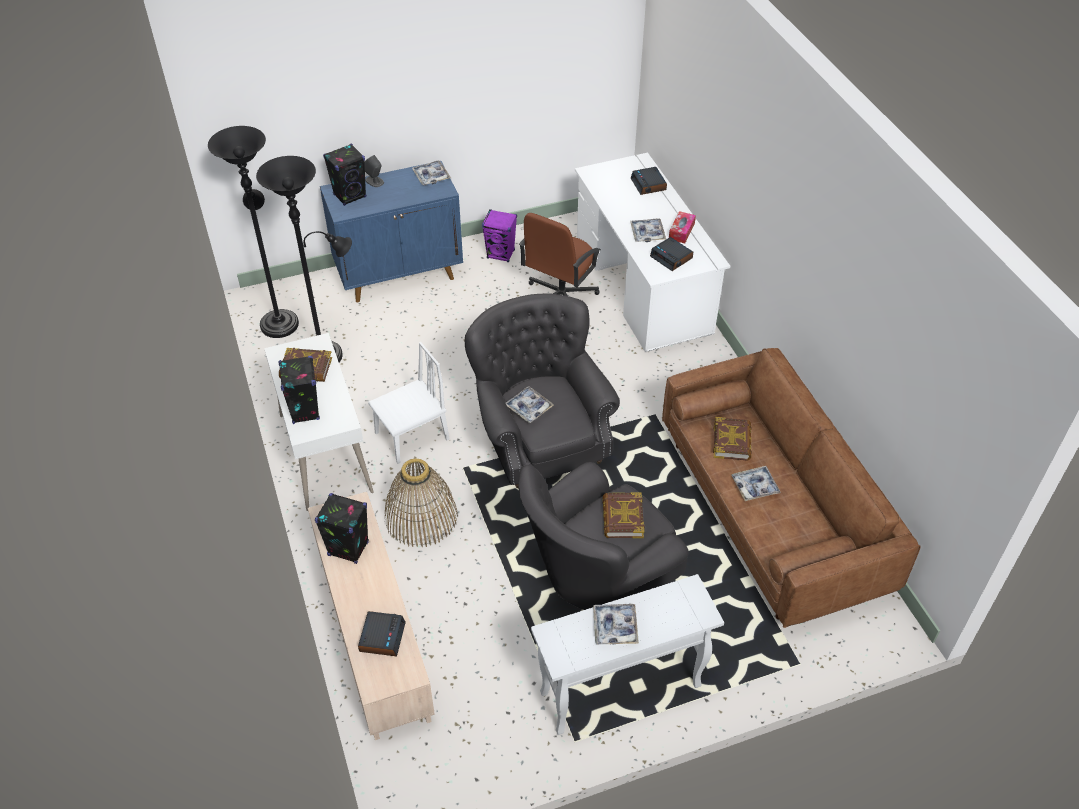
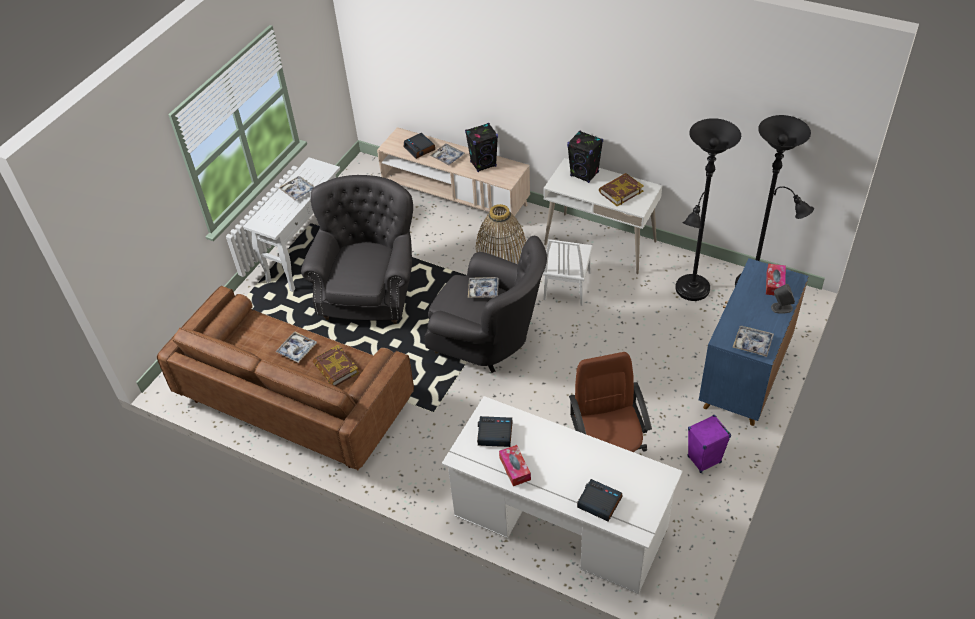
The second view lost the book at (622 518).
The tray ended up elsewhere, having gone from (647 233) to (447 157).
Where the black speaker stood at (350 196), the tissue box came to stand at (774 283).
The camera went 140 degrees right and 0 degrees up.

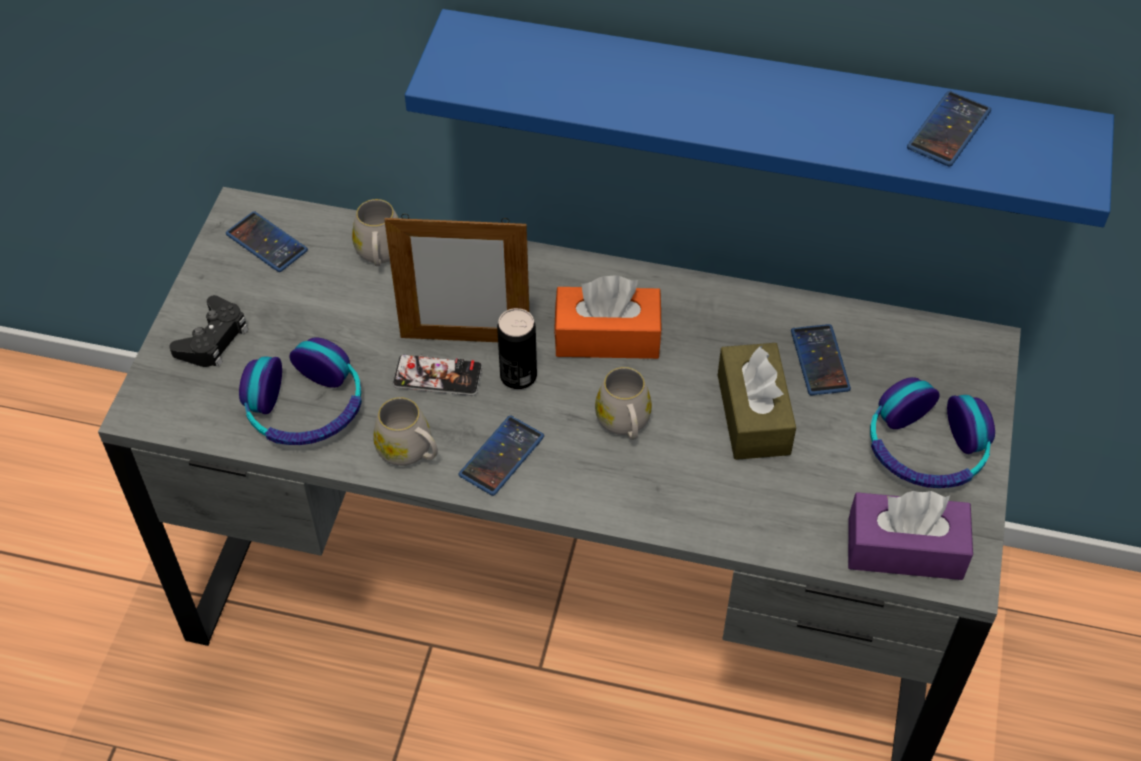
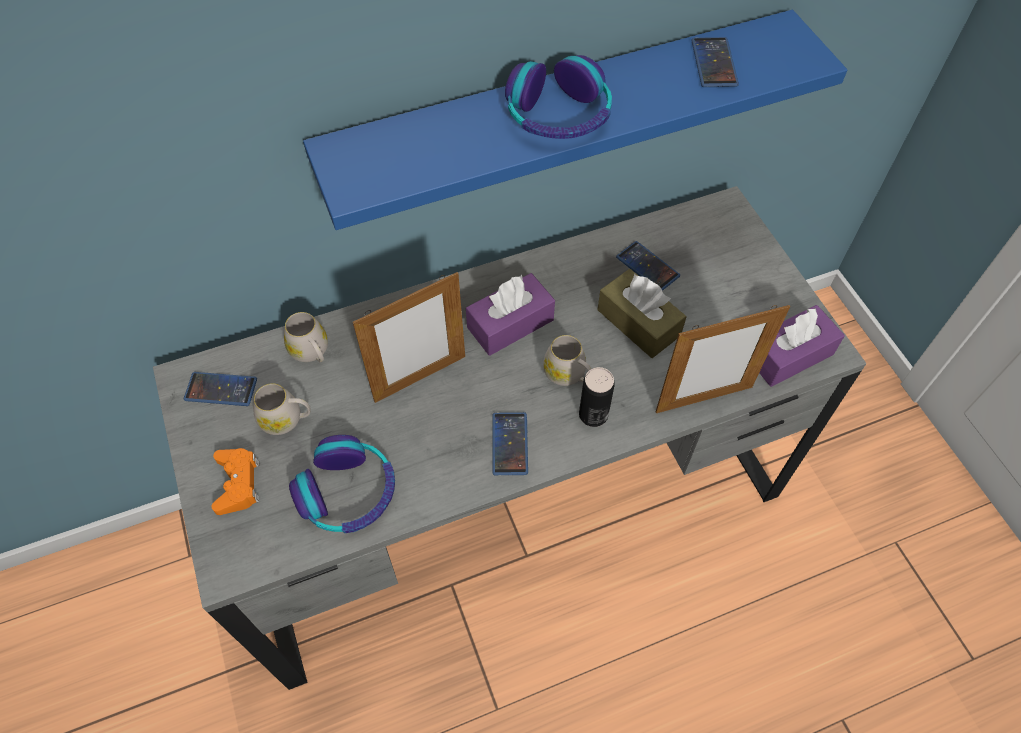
The second view lost the phone at (437 376).
The second view gained the picture frame at (704 399).
The white mug ended up elsewhere, having gone from (410 452) to (286 419).
The can ended up elsewhere, having gone from (518 376) to (593 414).
The headphones ended up elsewhere, having gone from (926 449) to (558 115).
What was the black game controller at (213 339) turned into the orange game controller at (237 483).
What was the orange tissue box at (607 336) turned into the purple tissue box at (510 324).
The camera went 35 degrees left and 5 degrees up.

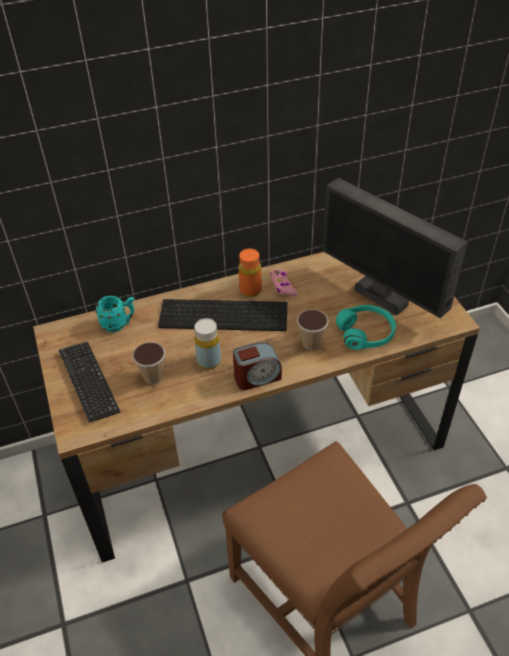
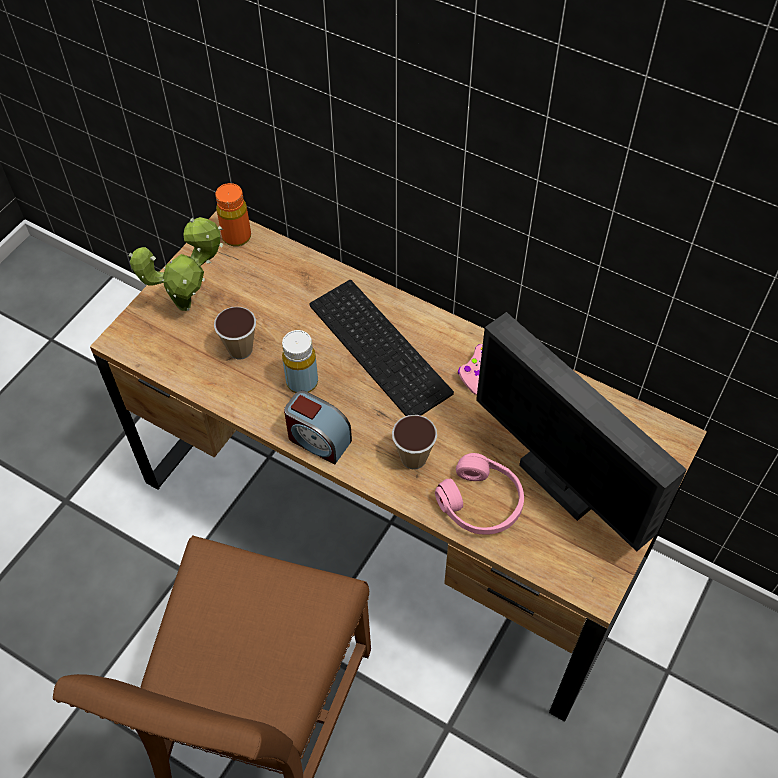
The second view lost the turquoise mug at (119 324).
The orange bottle ended up elsewhere, having gone from (250 290) to (237 237).
Where the keyboard stood at (88 382), the potted plant came to stand at (189 303).
What was the turquoise headphones at (366 333) turned into the pink headphones at (481 502).
The monitor at (382 297) ended up facing another way, 45 degrees counterclockwise from before.
The camera went 50 degrees right and 10 degrees up.

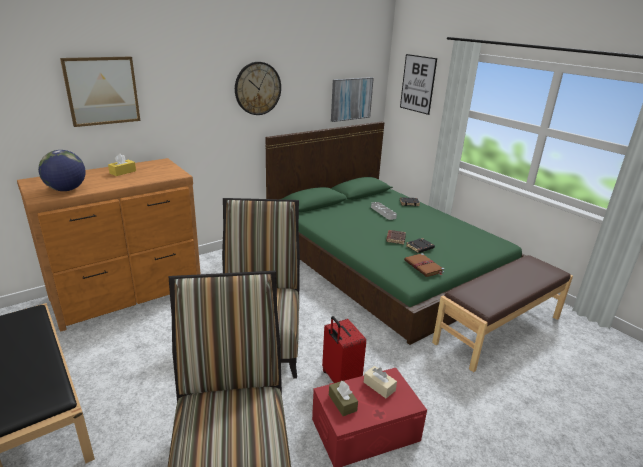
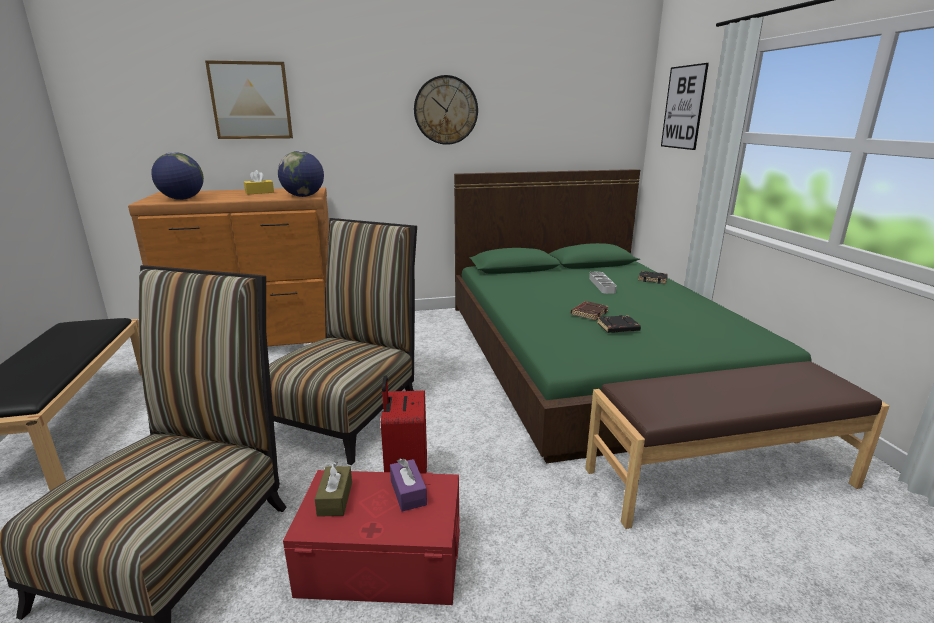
The second view lost the picture at (351 99).
The second view lost the brown book at (424 267).
The second view gained the globe at (303 196).
What was the beige tissue box at (379 386) turned into the purple tissue box at (408 492).
The camera went 25 degrees right and 5 degrees down.

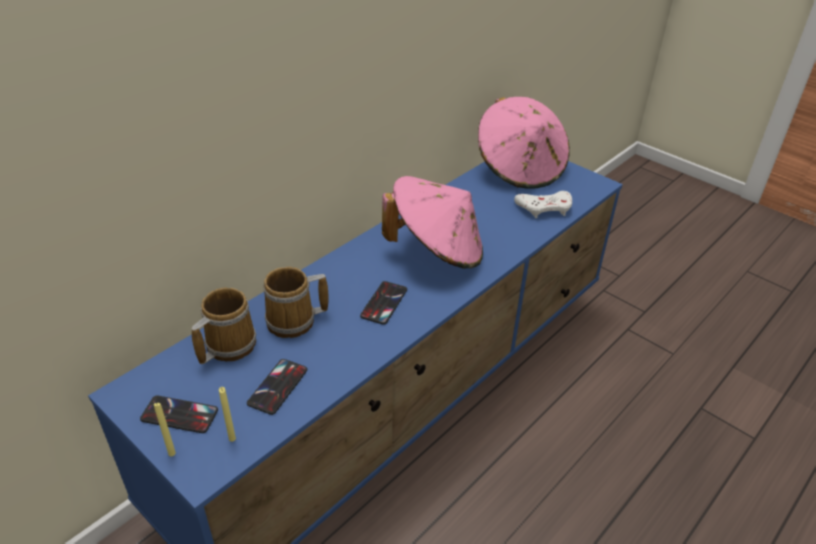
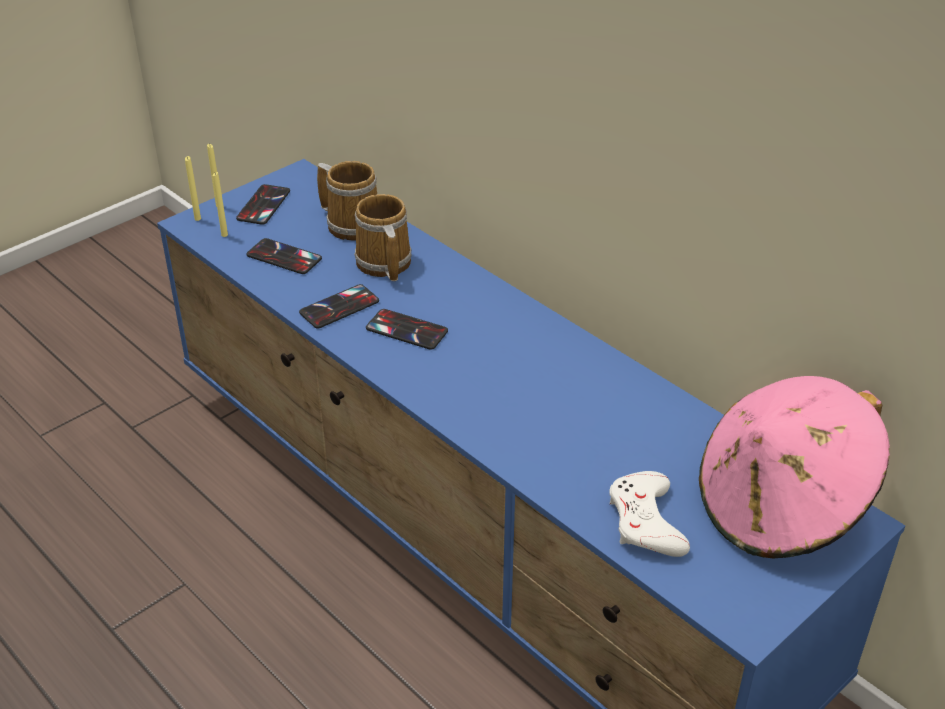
The second view lost the pink hat at (436 251).
The second view gained the yellow candle at (197 219).
The second view gained the phone at (339 307).
The camera went 95 degrees right and 0 degrees up.

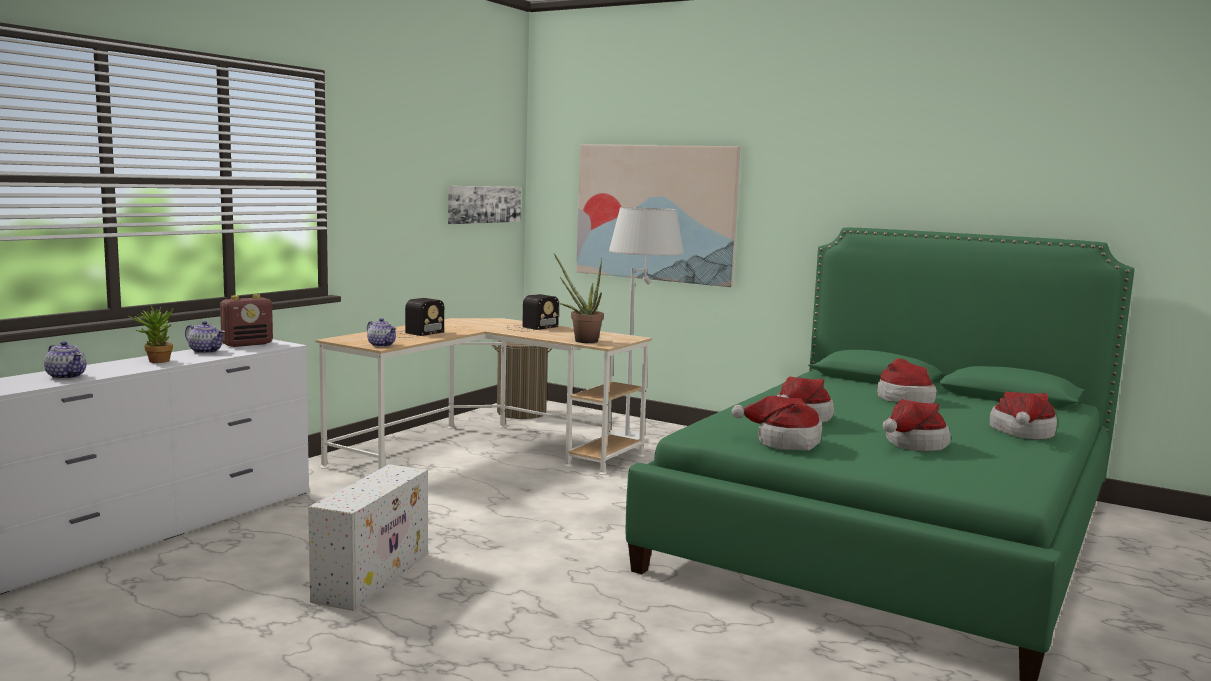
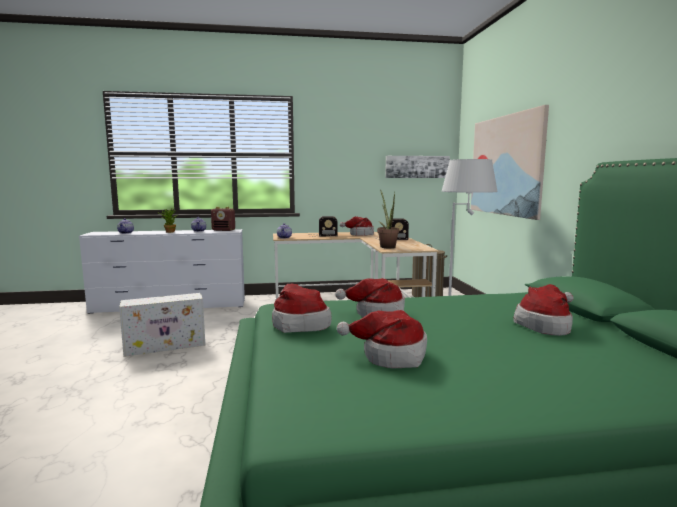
The hat ended up elsewhere, having gone from (1021 433) to (360 234).
The camera went 50 degrees right and 0 degrees up.

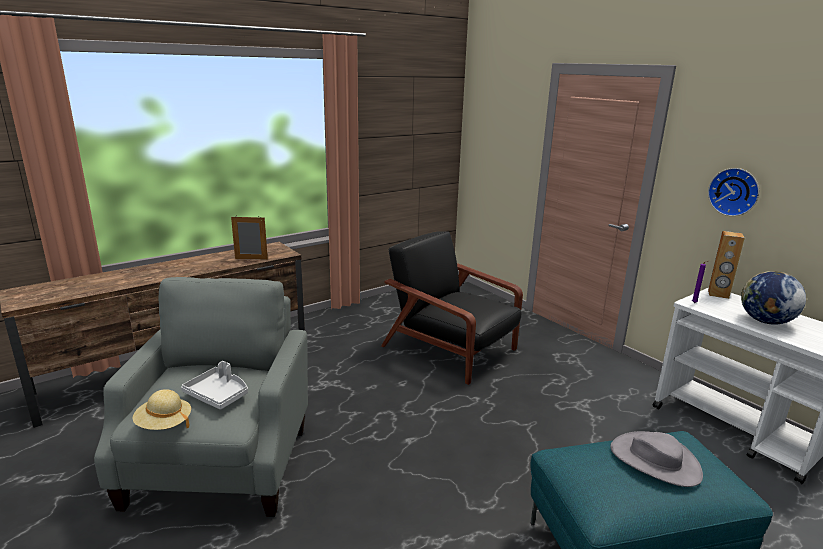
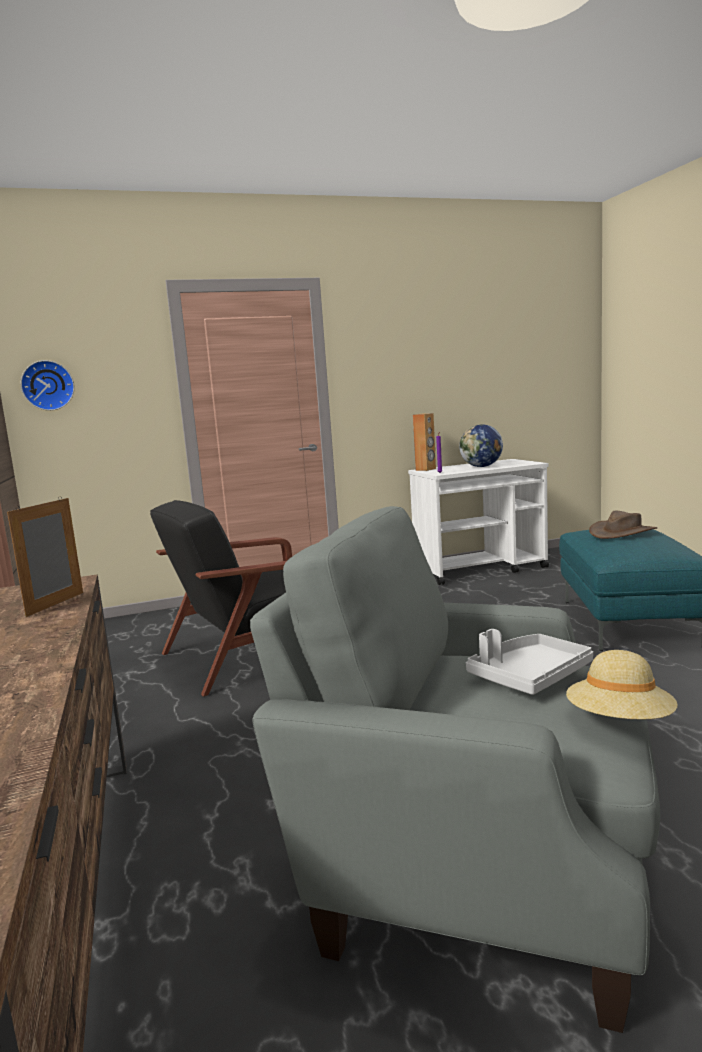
The wall clock ended up elsewhere, having gone from (734 191) to (48 385).
What was the grey hat at (655 460) turned into the brown hat at (622 532).
The camera went 70 degrees left and 10 degrees down.

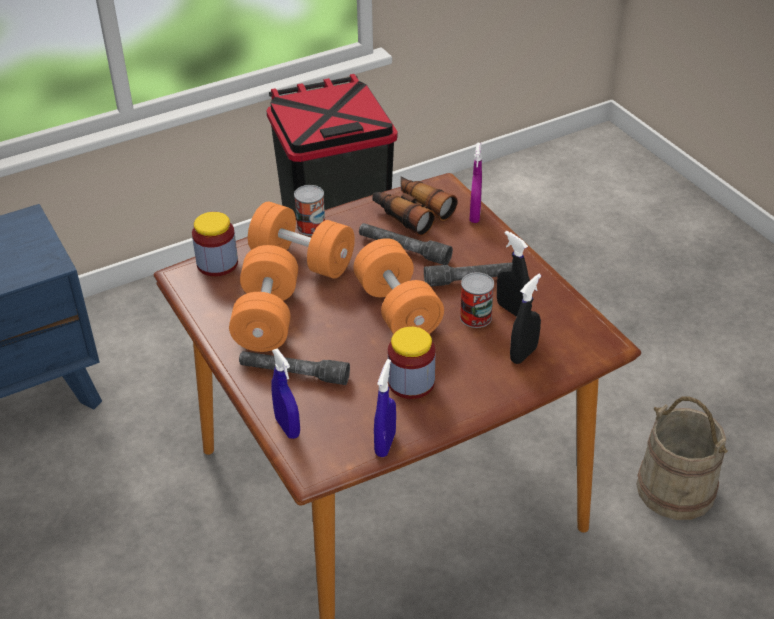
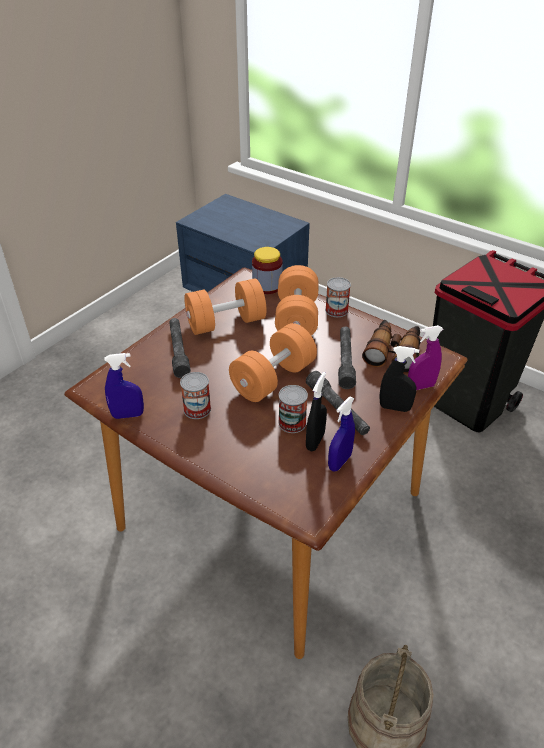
The blue spray bottle ended up elsewhere, having gone from (287 427) to (339 462).
The black spray bottle ended up elsewhere, having gone from (523 354) to (395 407).
Where the jar stood at (411 383), the can came to stand at (197 409).
The camera went 65 degrees right and 0 degrees up.

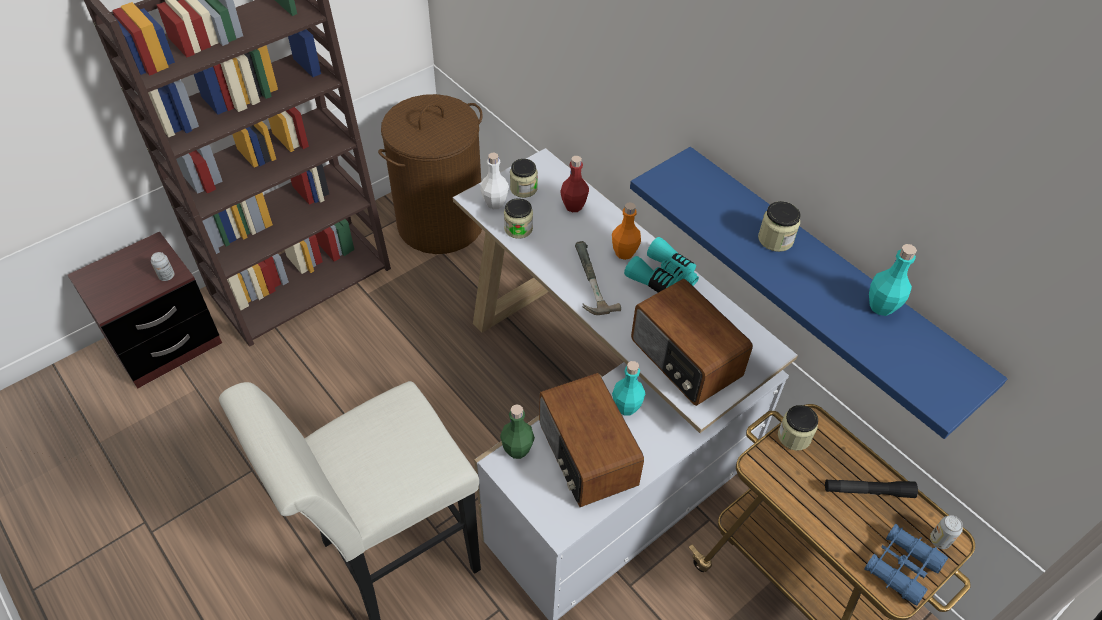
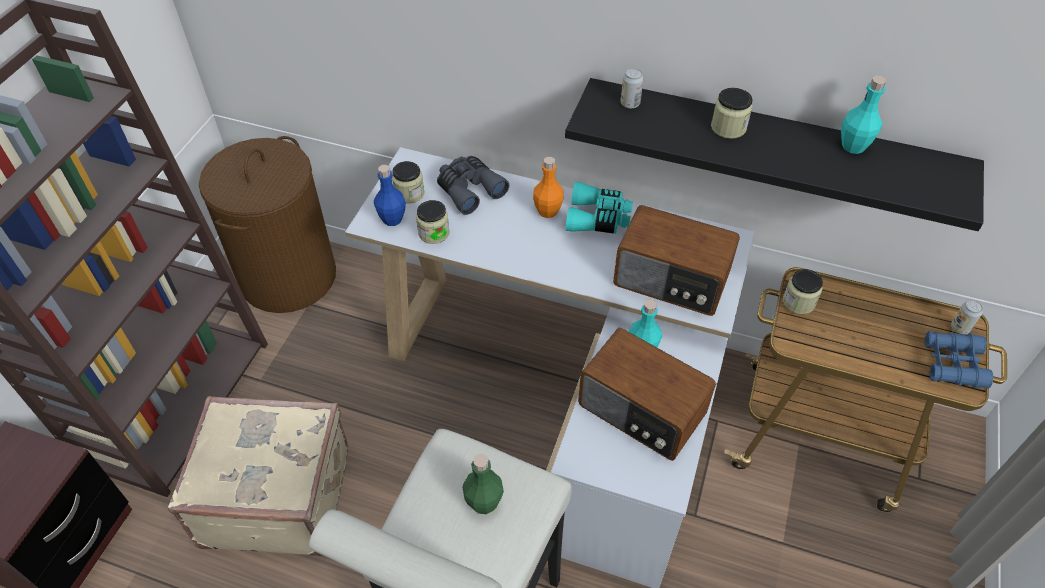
The second view lost the hammer at (587 281).
The second view lost the black flashlight at (868 491).
The second view gained the beige suitcase at (277 495).
The can ended up elsewhere, having gone from (167 276) to (630 103).
The green bottle ended up elsewhere, having gone from (517 450) to (484 503).
Where the red bottle stood at (573 206), the grey binoculars came to stand at (469 189).
What was the white bottle at (495 203) turned into the blue bottle at (392 219).
What was the blue shelf at (822 275) turned into the black shelf at (769 145).
The camera went 30 degrees left and 0 degrees up.

